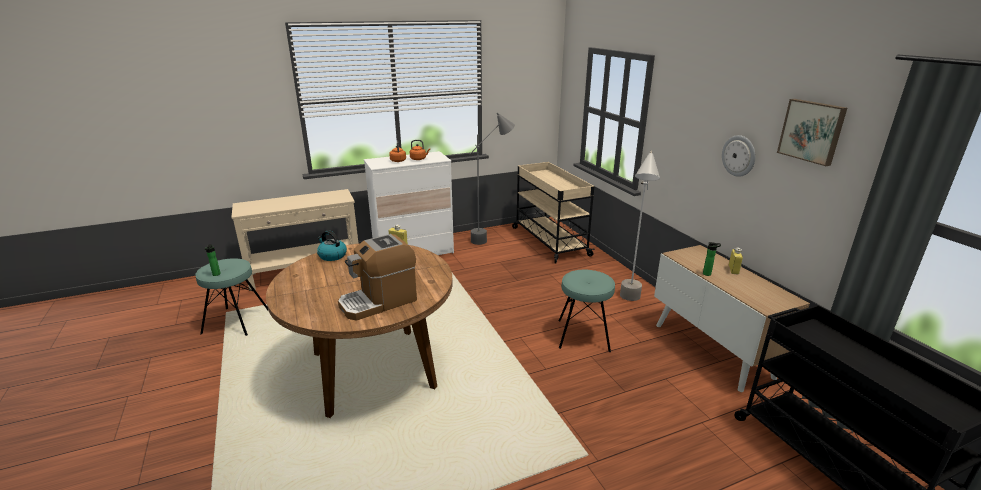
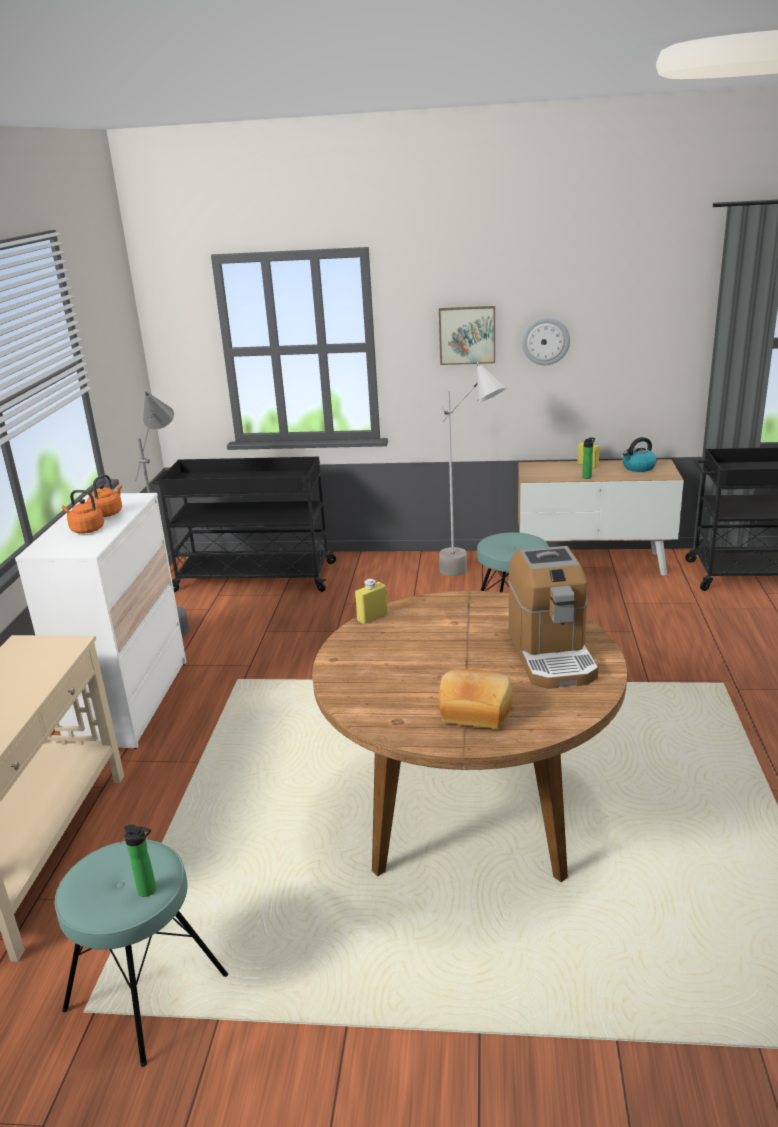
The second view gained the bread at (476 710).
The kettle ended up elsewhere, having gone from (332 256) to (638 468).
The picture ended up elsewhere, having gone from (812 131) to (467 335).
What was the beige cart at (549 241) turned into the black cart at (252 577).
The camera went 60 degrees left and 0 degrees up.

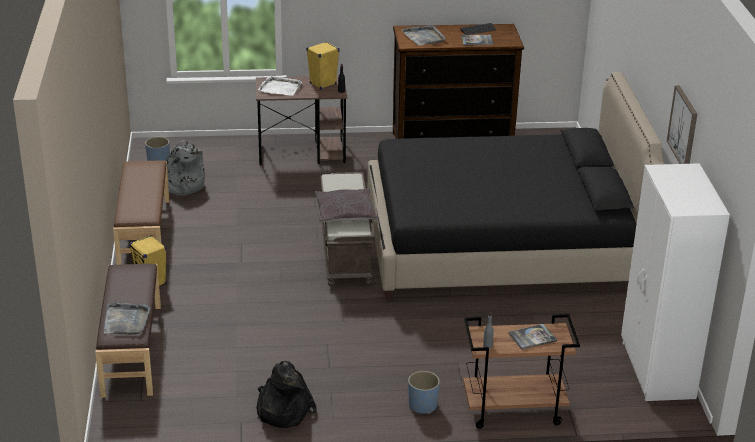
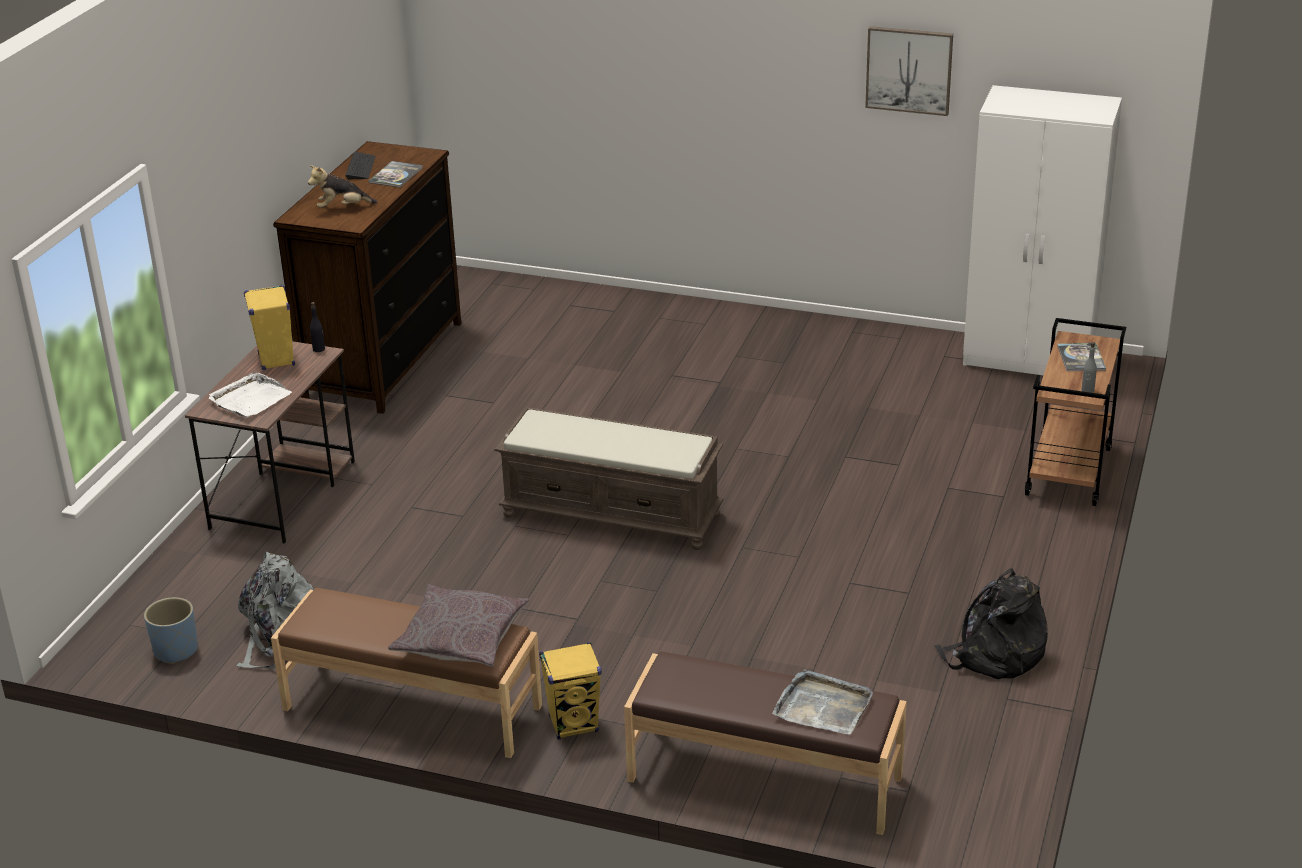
The second view lost the black bed at (499 245).
The second view lost the blue planter at (422 405).
The grey pillow ended up elsewhere, having gone from (345 212) to (460 637).
Where the grey tray stood at (424 37), the plush toy came to stand at (342 208).
The camera went 65 degrees left and 0 degrees up.

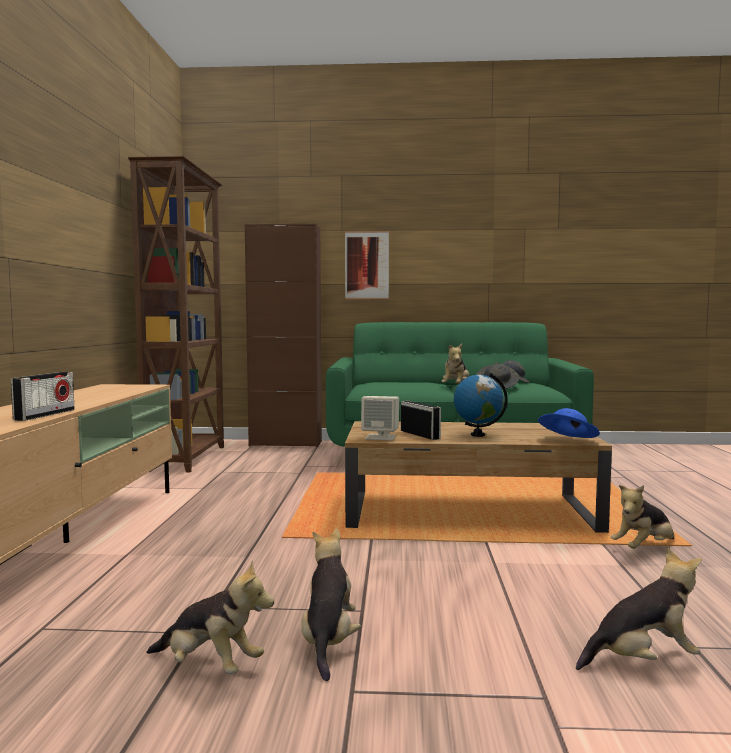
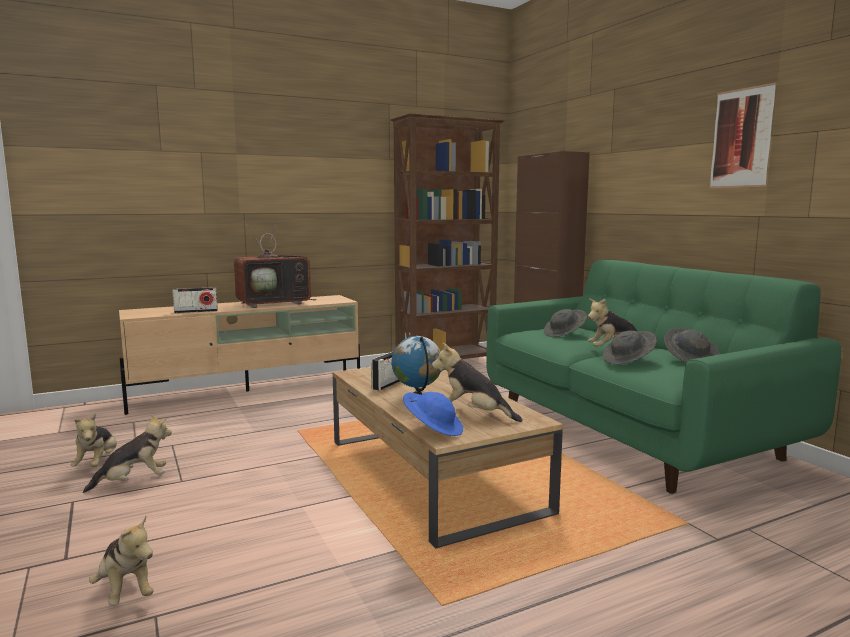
The second view lost the beige speaker at (381 437).
The second view gained the television at (275 303).
The second view gained the grey hat at (564 334).
The picture ended up elsewhere, having gone from (366 265) to (741 138).
The plush toy ended up elsewhere, having gone from (644 548) to (474 414).
The camera went 60 degrees right and 5 degrees up.

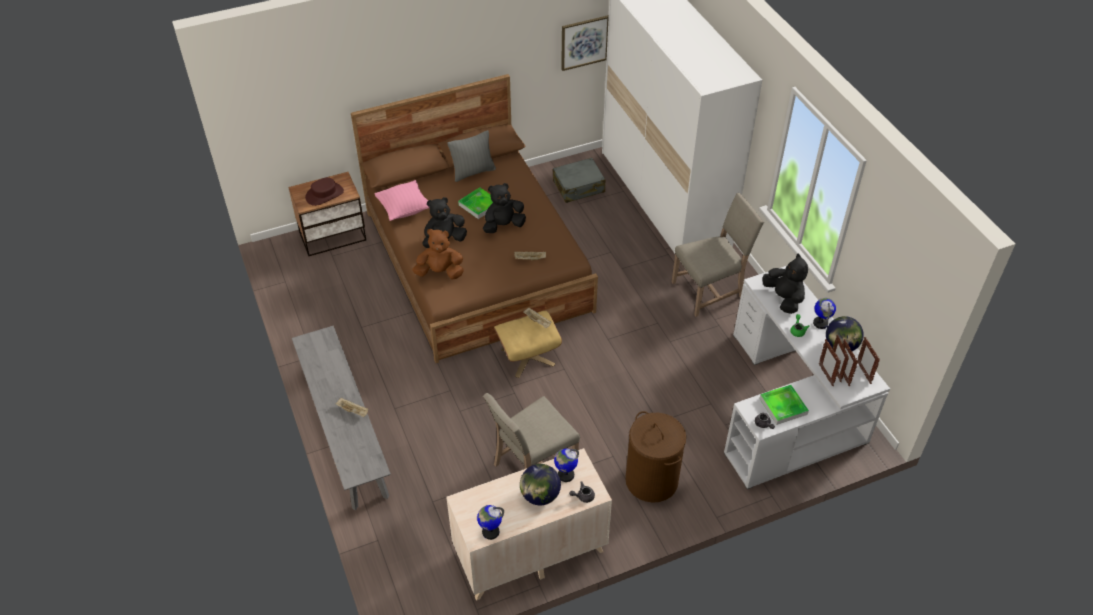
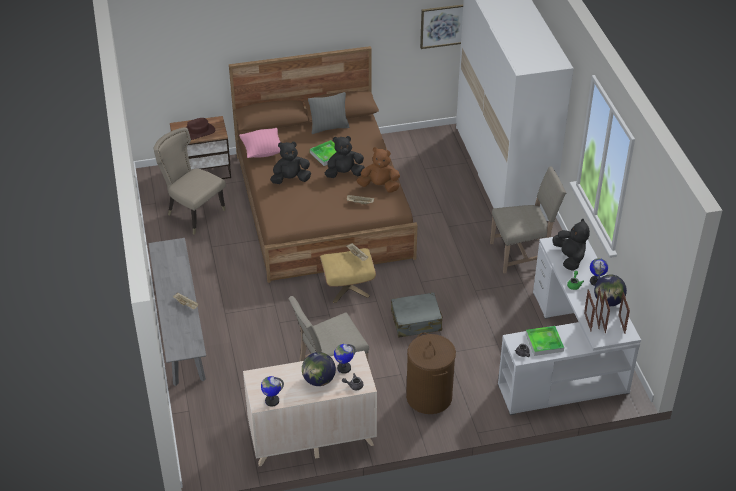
The second view gained the beige chair at (193 213).
The brown plush toy ended up elsewhere, having gone from (440 272) to (379 186).
The grey suitcase ended up elsewhere, having gone from (579 187) to (416 321).
The camera went 10 degrees right and 5 degrees down.

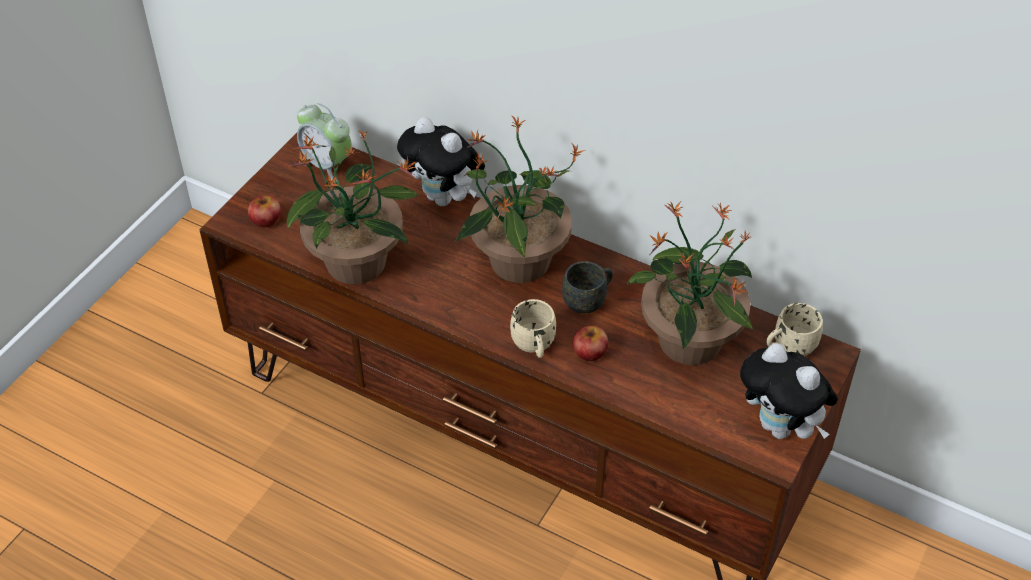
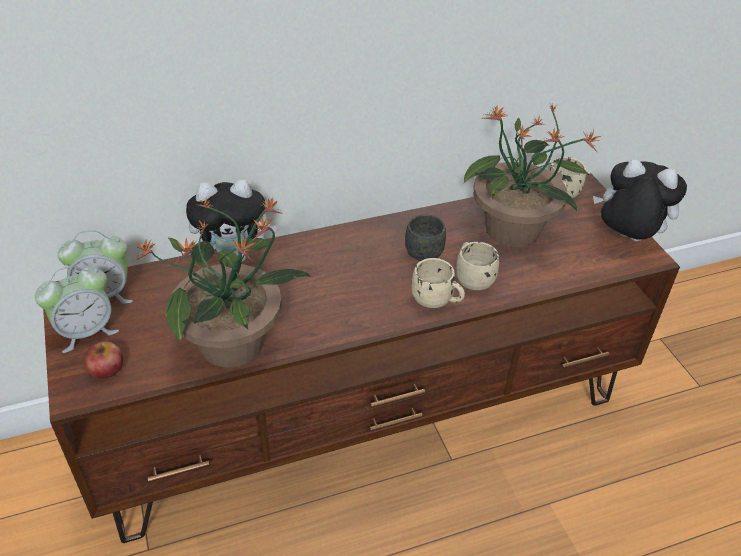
The second view lost the potted plant at (518 262).
The second view gained the alarm clock at (86 332).
Where the apple stood at (589 351), the beige mug came to stand at (472 278).
The plush toy at (781 428) ended up facing another way, 150 degrees counterclockwise from before.
The camera went 50 degrees left and 5 degrees down.

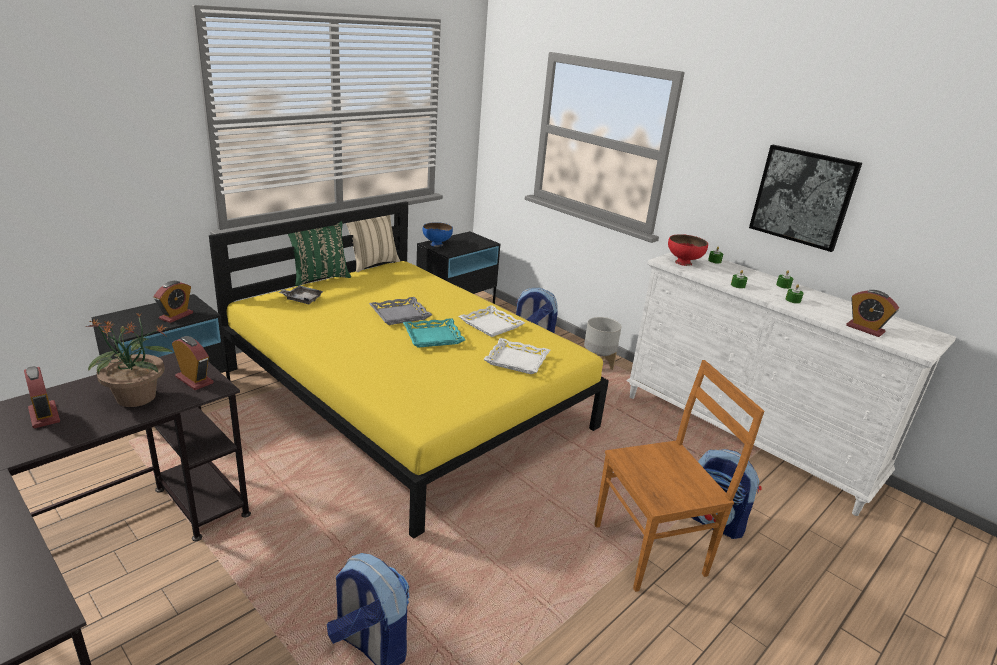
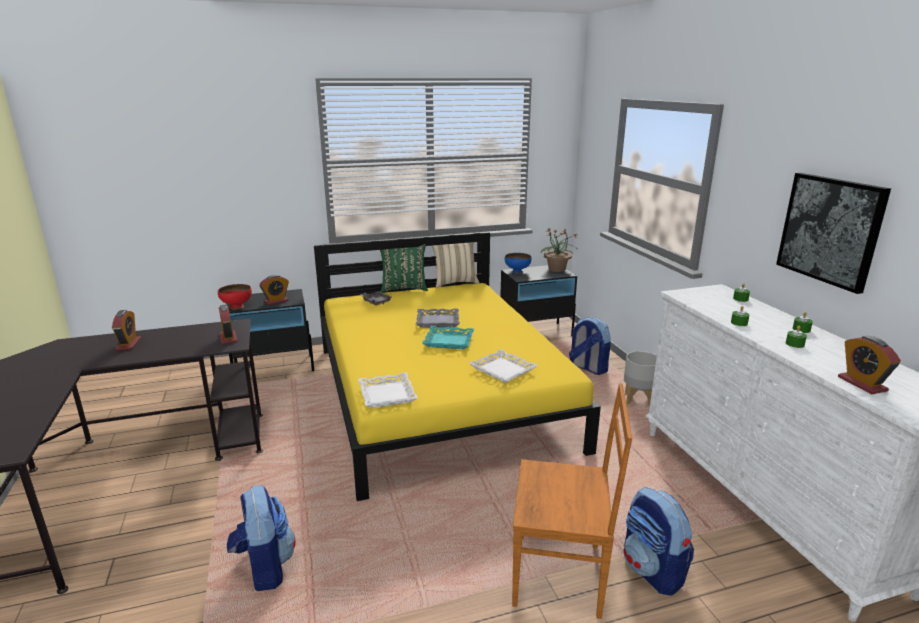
The potted plant ended up elsewhere, having gone from (137 398) to (557 269).
The white tray ended up elsewhere, having gone from (491 325) to (387 394).
The red bowl ended up elsewhere, having gone from (684 263) to (237 307).
The camera went 30 degrees right and 5 degrees down.

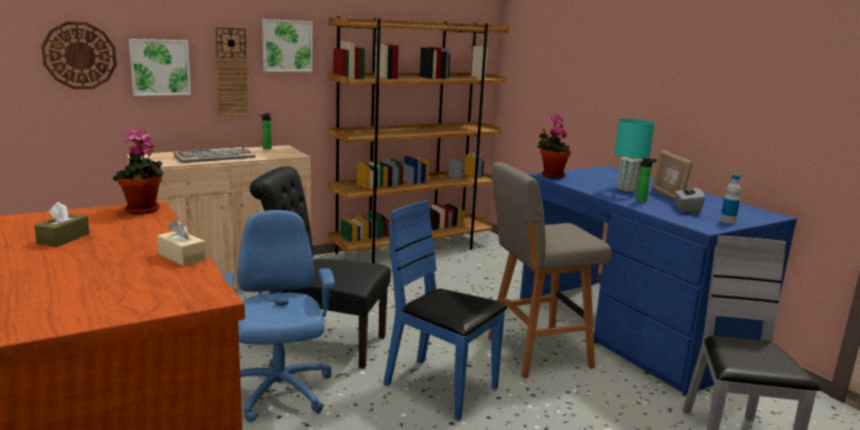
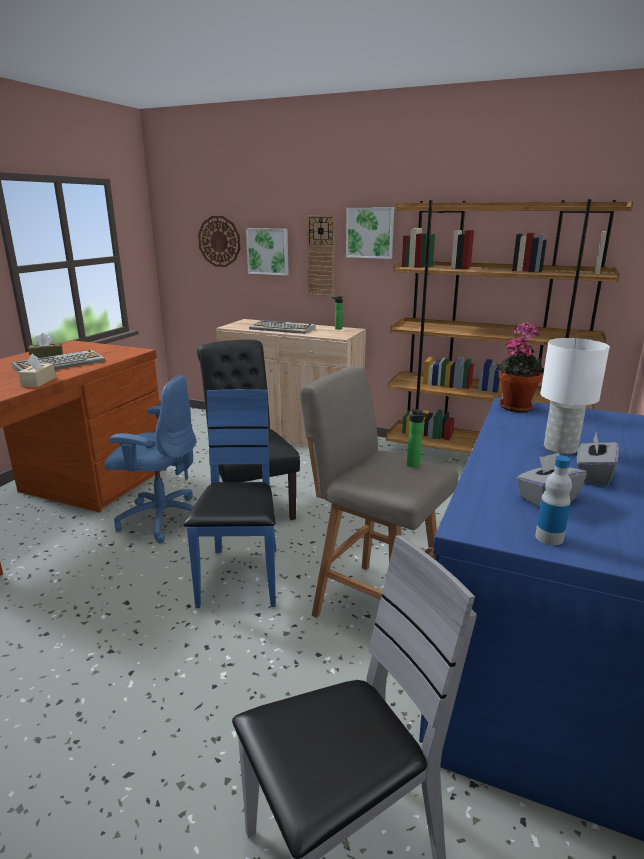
The second view lost the potted plant at (143 211).
The second view gained the keyboard at (60 364).
The bottle ended up elsewhere, having gone from (642 201) to (415 465).
Where the picture frame stood at (668 196), the grey tissue box came to stand at (593 475).
What was the turquoise table lamp at (626 189) turned into the white table lamp at (559 447).
The blue office chair at (279 393) ended up facing another way, 60 degrees clockwise from before.
The camera went 55 degrees right and 5 degrees up.

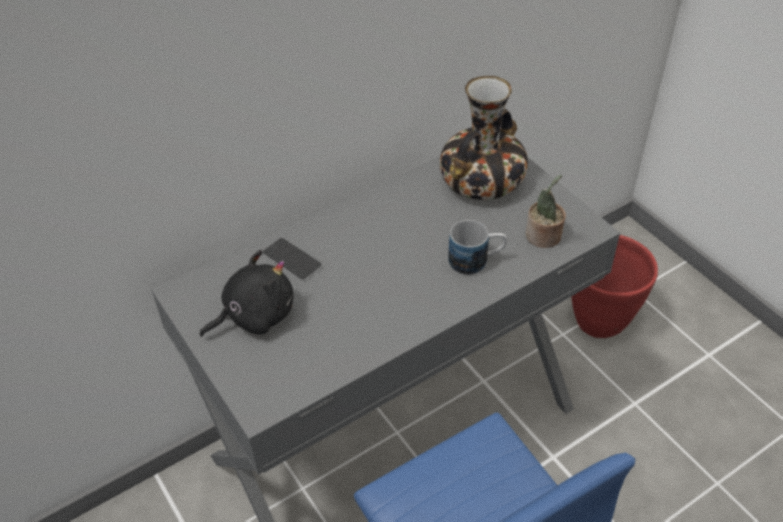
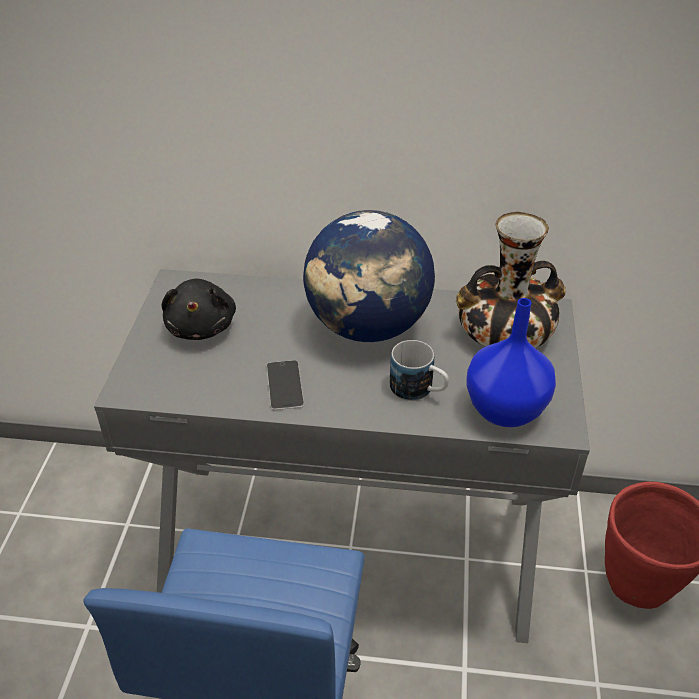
The second view gained the globe at (368 327).
The phone ended up elsewhere, having gone from (292 259) to (284 385).
Where the potted plant stood at (543 237), the blue vase came to stand at (505 409).
The black plush toy at (255 315) ended up facing another way, 75 degrees clockwise from before.
The camera went 40 degrees right and 5 degrees down.

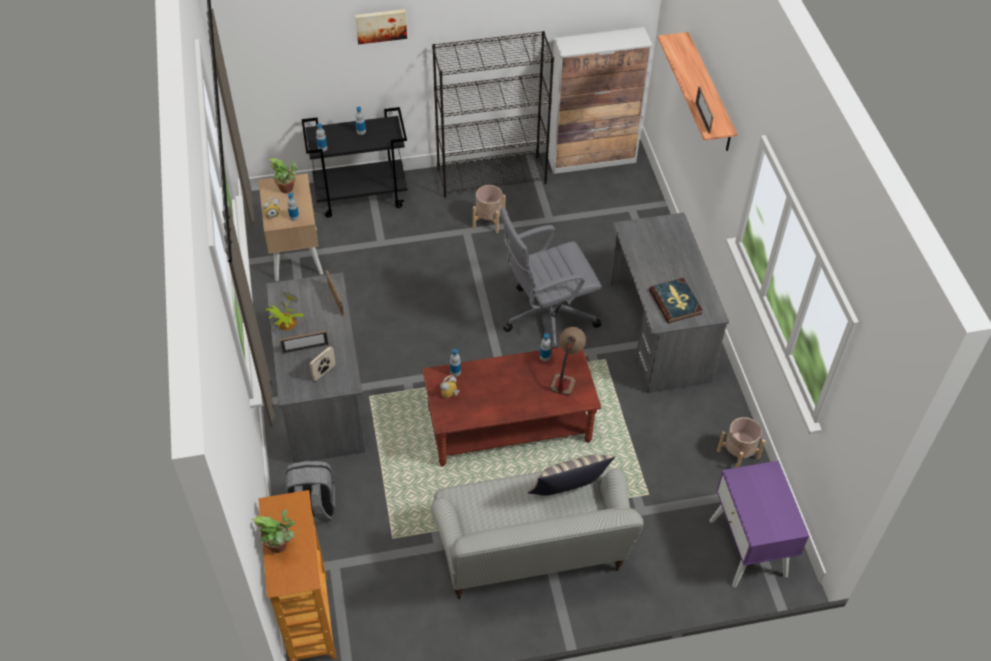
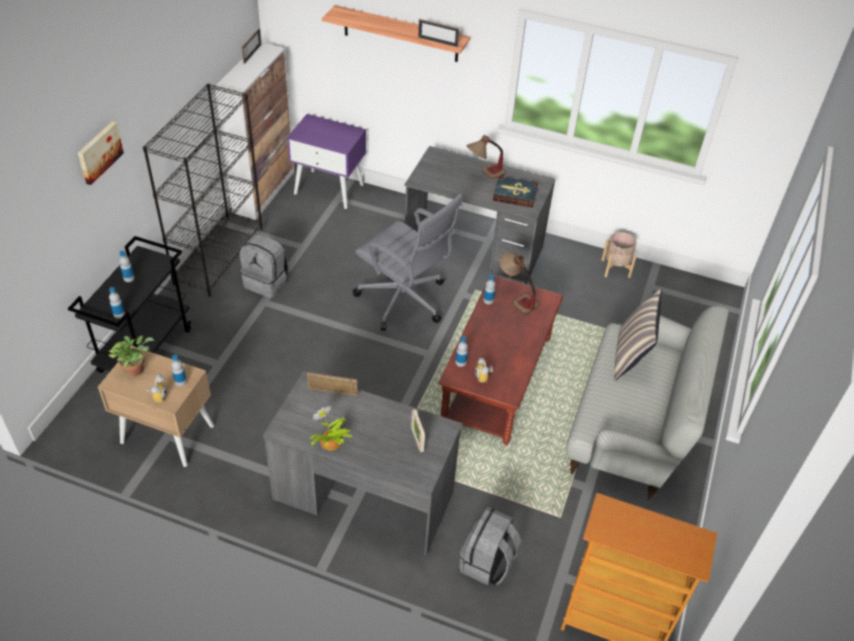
The second view lost the potted plant at (280 545).
The second view gained the table lamp at (484 175).
The picture frame ended up elsewhere, having gone from (305 348) to (252 54).
The purple nightstand ended up elsewhere, having gone from (748 548) to (329 189).
Where the beige planter stood at (489 221), the grey backpack came to stand at (267 282).
The grey office chair at (546 317) ended up facing another way, 60 degrees counterclockwise from before.
The camera went 60 degrees left and 5 degrees down.

